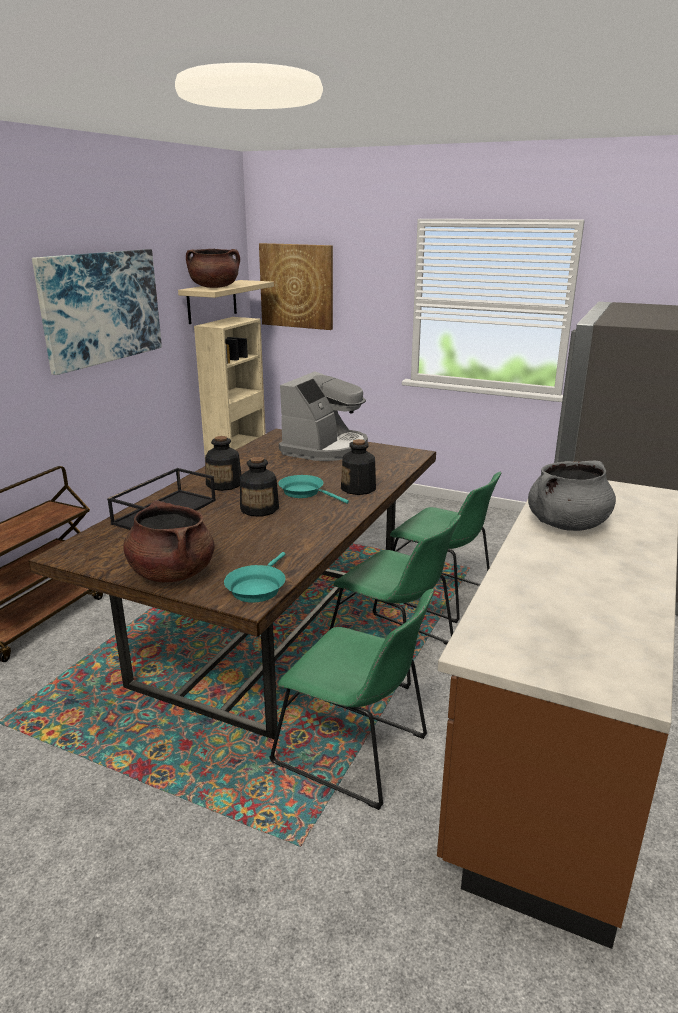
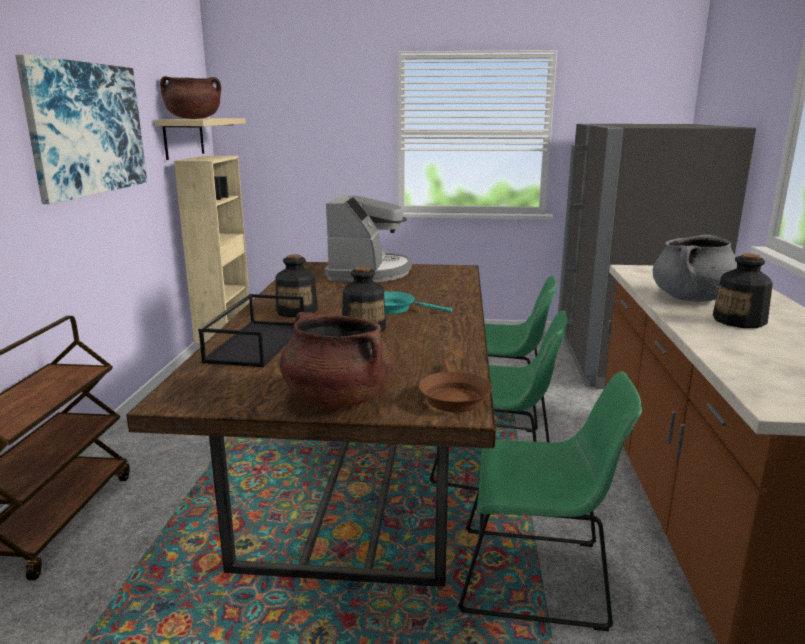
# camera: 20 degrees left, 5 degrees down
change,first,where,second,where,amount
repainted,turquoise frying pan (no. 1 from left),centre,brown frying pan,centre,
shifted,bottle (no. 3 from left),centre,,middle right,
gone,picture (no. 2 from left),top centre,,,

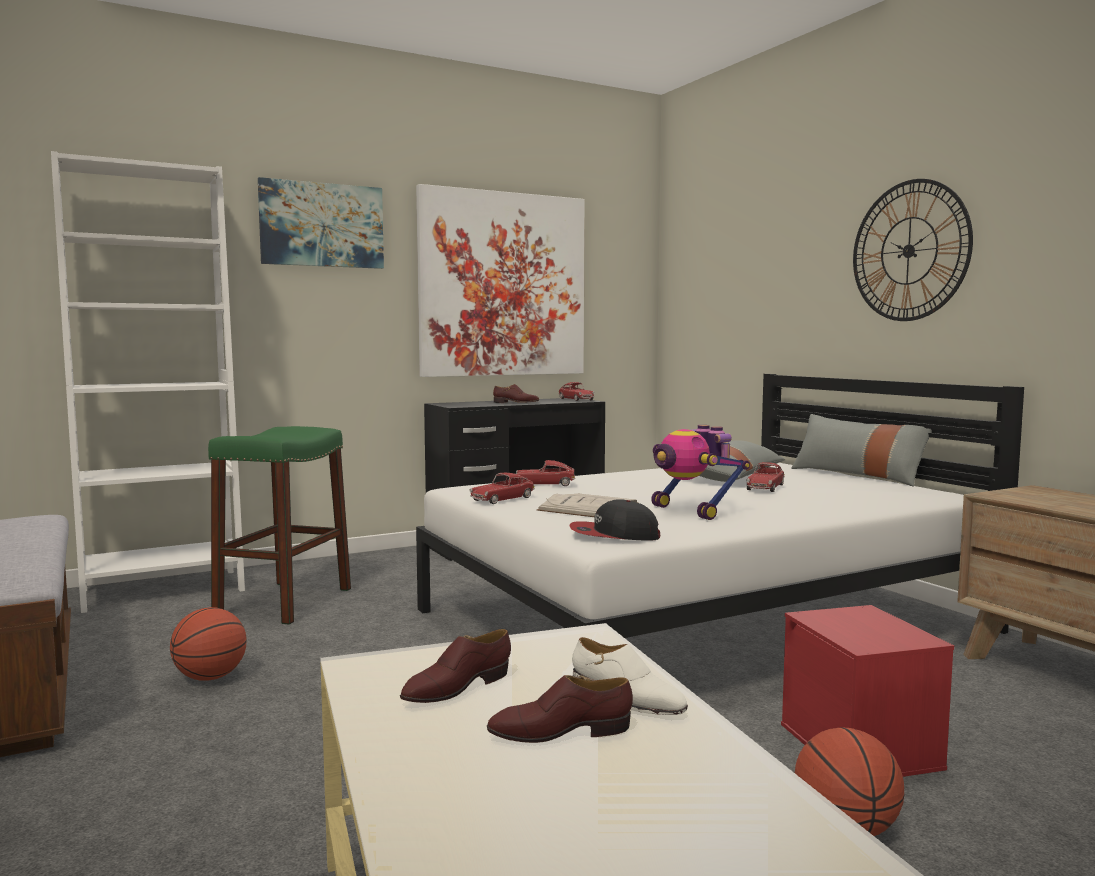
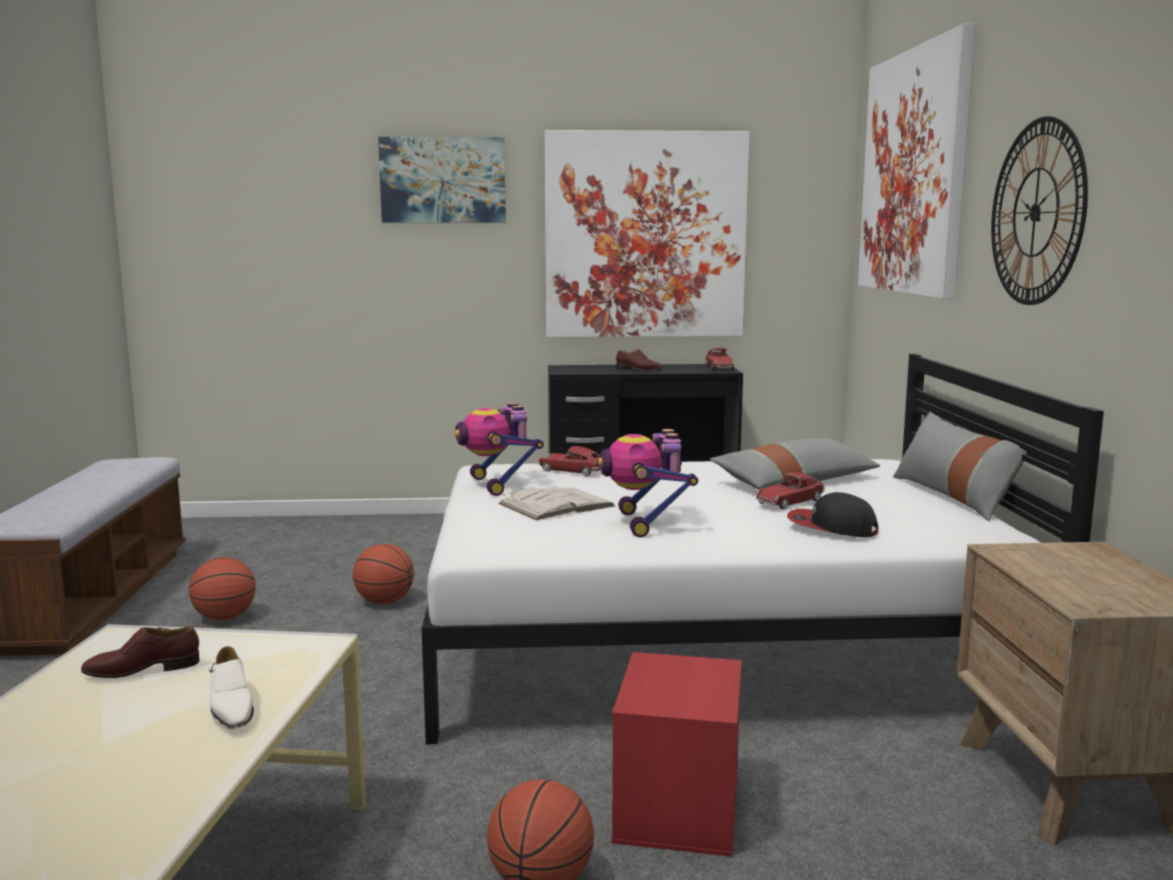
# camera: 25 degrees right, 5 degrees up
change,first,where,second,where,amount
new,,,basketball (no. 2 from left),middle left,
swapped,toy car (no. 1 from left),centre,toy robot (no. 1 from left),centre,
shifted,cap,centre,,middle right,
new,,,picture (no. 3 from left),top right,
gone,white bookcase,middle left,,,
gone,green stool,middle left,,,
gone,brown shoe (no. 3 from left),bottom centre,,,

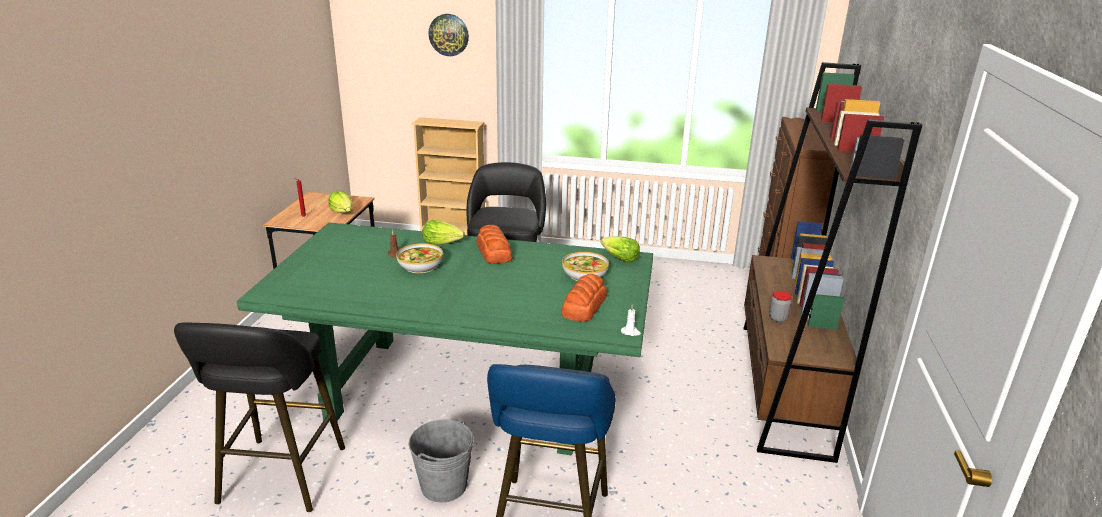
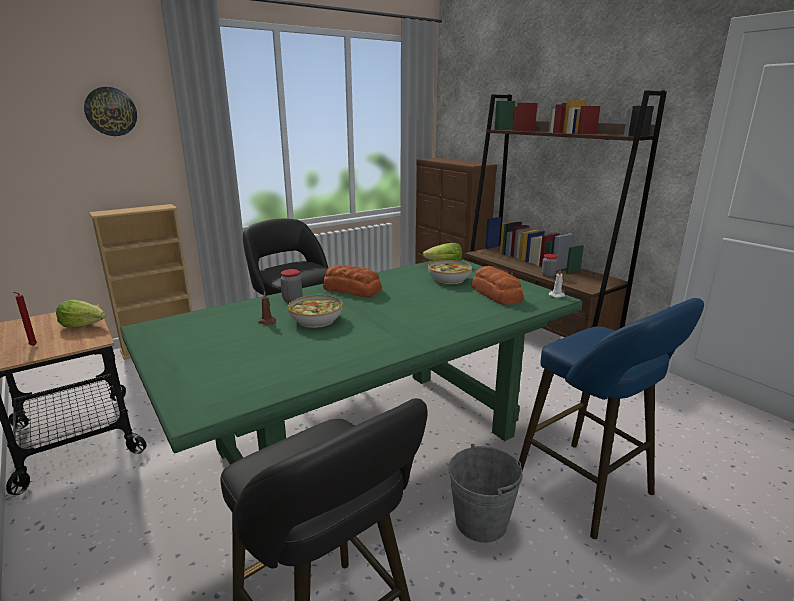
# camera: 45 degrees left, 5 degrees down
change,first,where,second,where,amount
swapped,lettuce (no. 2 from left),centre,jar (no. 1 from left),centre,

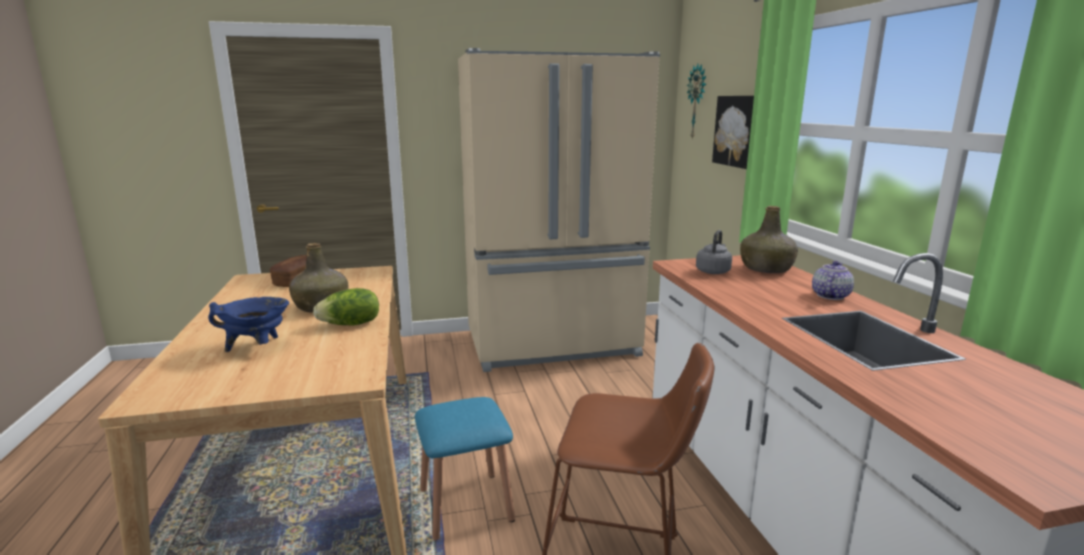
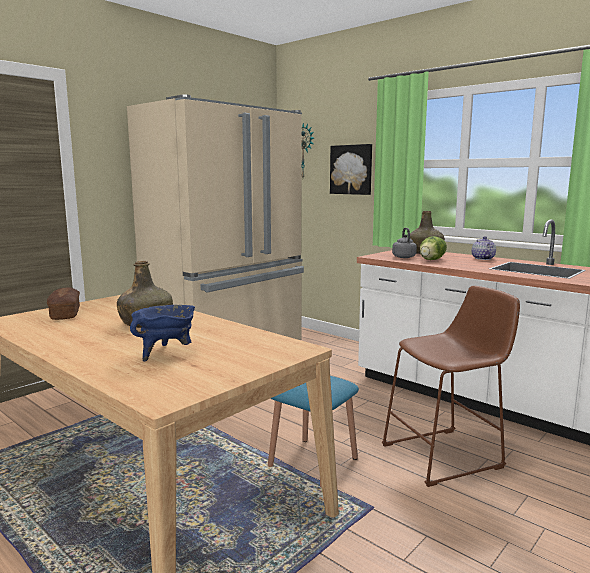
# camera: 35 degrees left, 5 degrees down
change,first,where,second,where,amount
shifted,lettuce,middle left,,middle right,

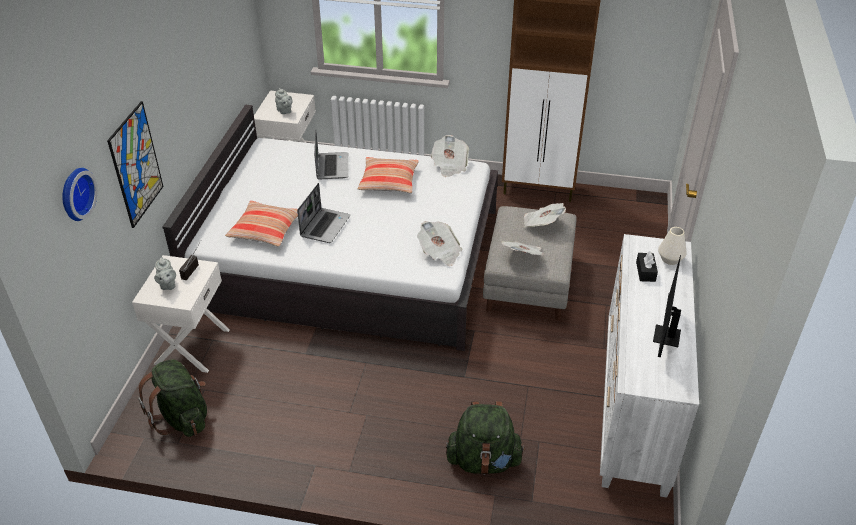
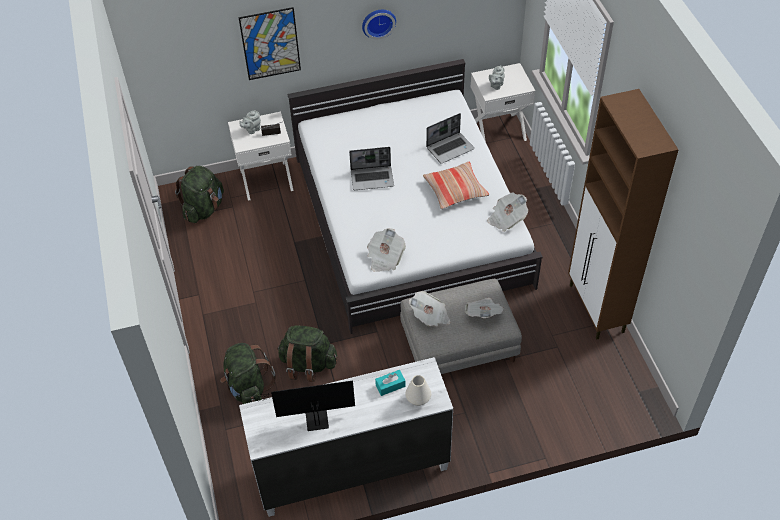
# camera: 65 degrees right, 10 degrees up
change,first,where,second,where,amount
new,,,green backpack (no. 3 from left),bottom centre,
shifted,wall clock,middle left,,top centre,
repainted,black tissue box,middle right,turquoise tissue box,bottom centre,
gone,pillow (no. 1 from left),middle left,,,

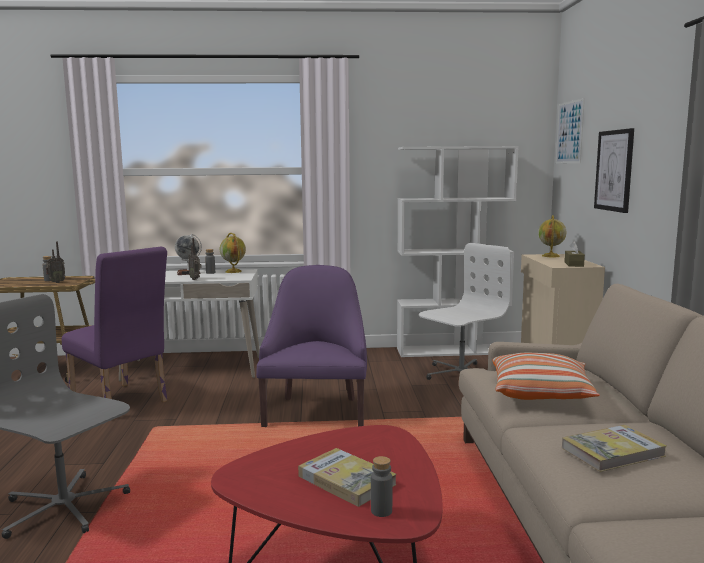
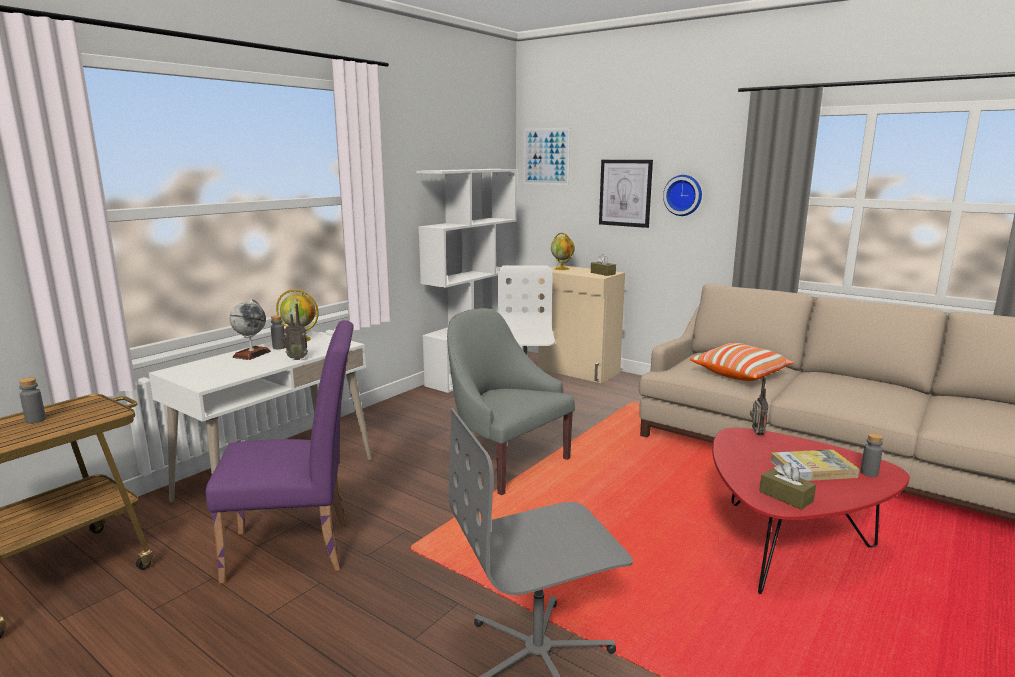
# camera: 50 degrees left, 5 degrees up
change,first,where,second,where,amount
repainted,purple armchair,centre,grey armchair,centre,
new,,,wall clock,top right,
shifted,radio (no. 1 from left in the first image),middle left,radio (no. 2 from left),middle right,
new,,,brown tissue box (no. 2 from left),bottom right,
gone,book (no. 2 from left),bottom right,,,

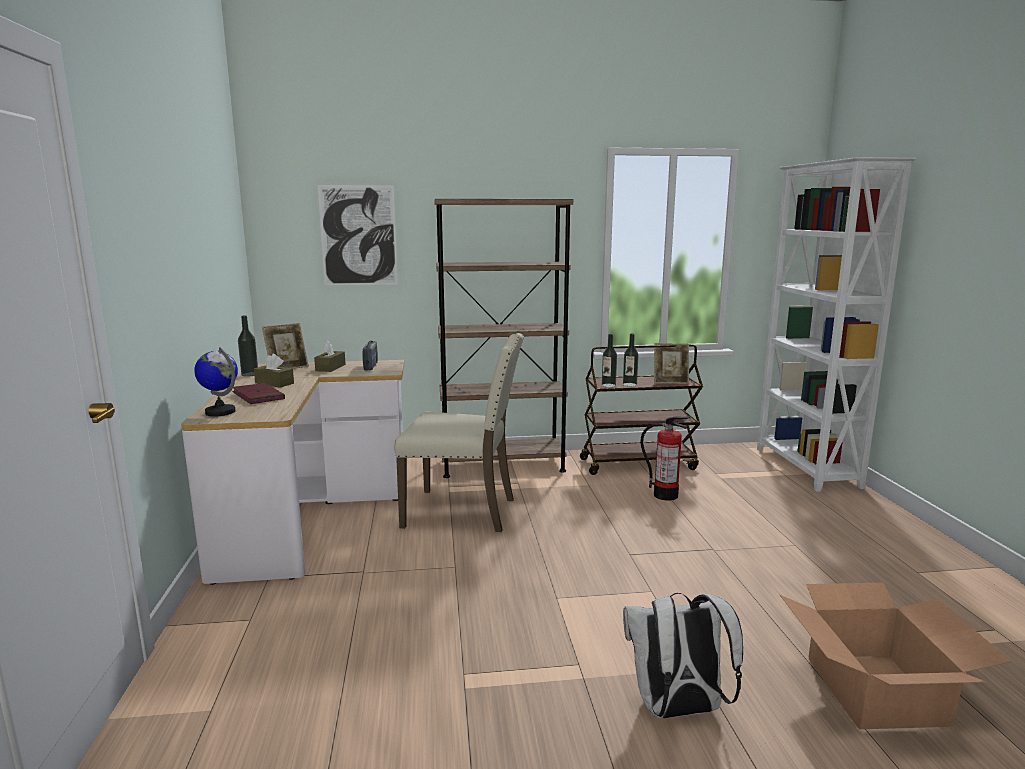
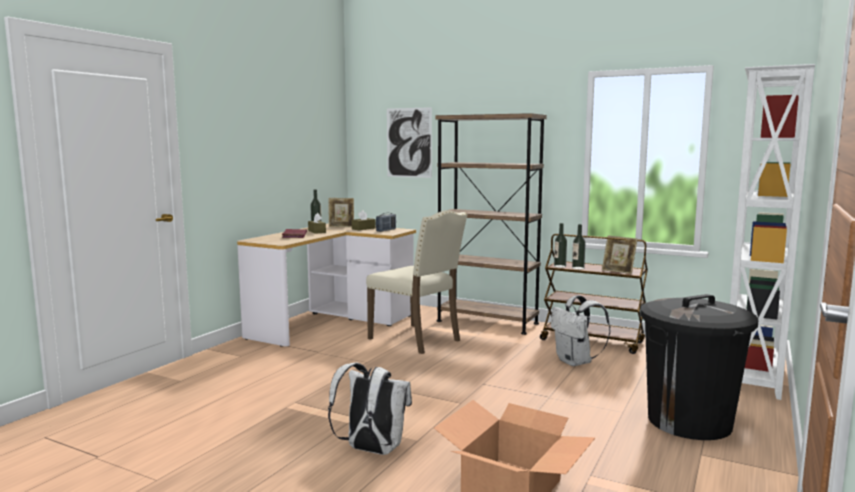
# camera: 35 degrees right, 5 degrees down
change,first,where,second,where,amount
swapped,fire extinguisher,centre,white backpack (no. 2 from left),bottom right,
new,,,black trash can,bottom right,
gone,globe,middle left,,,

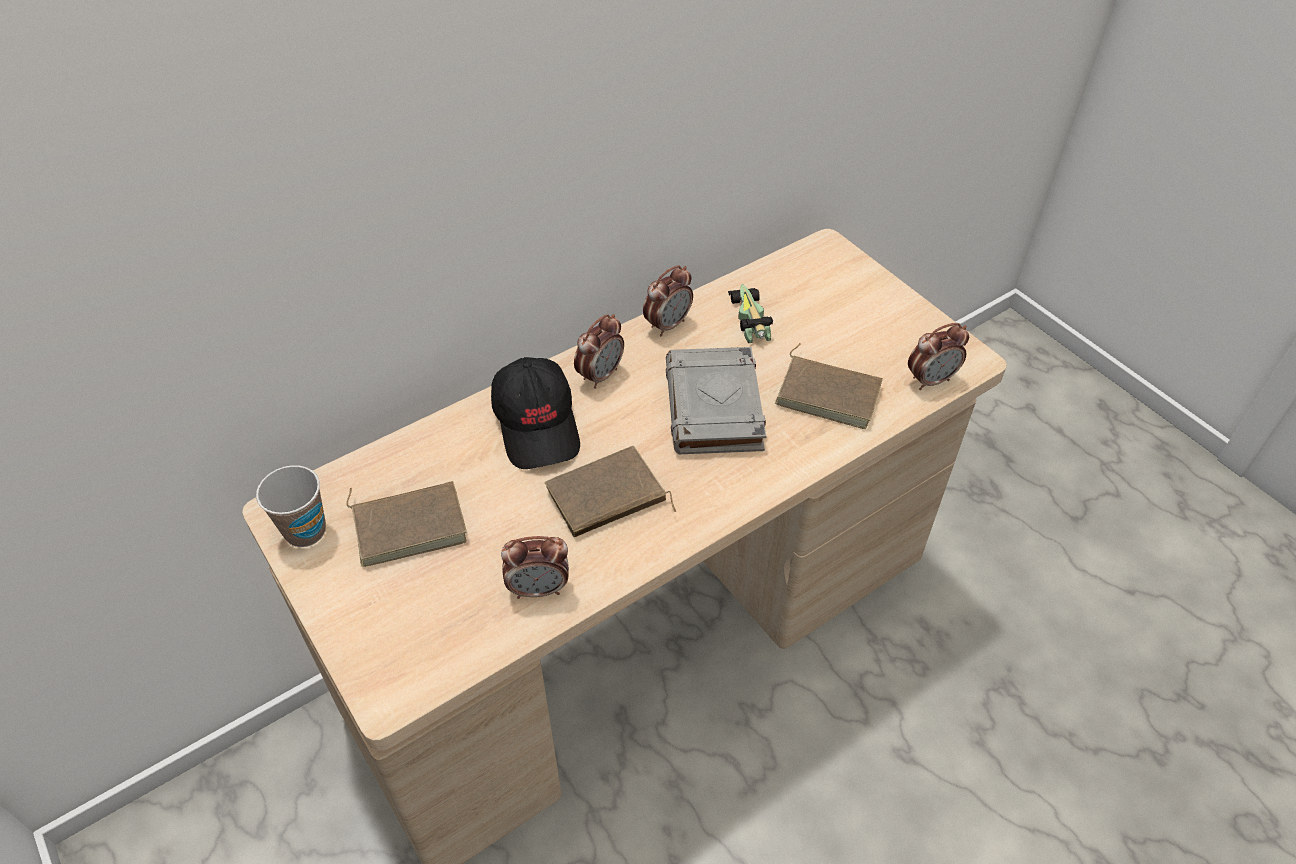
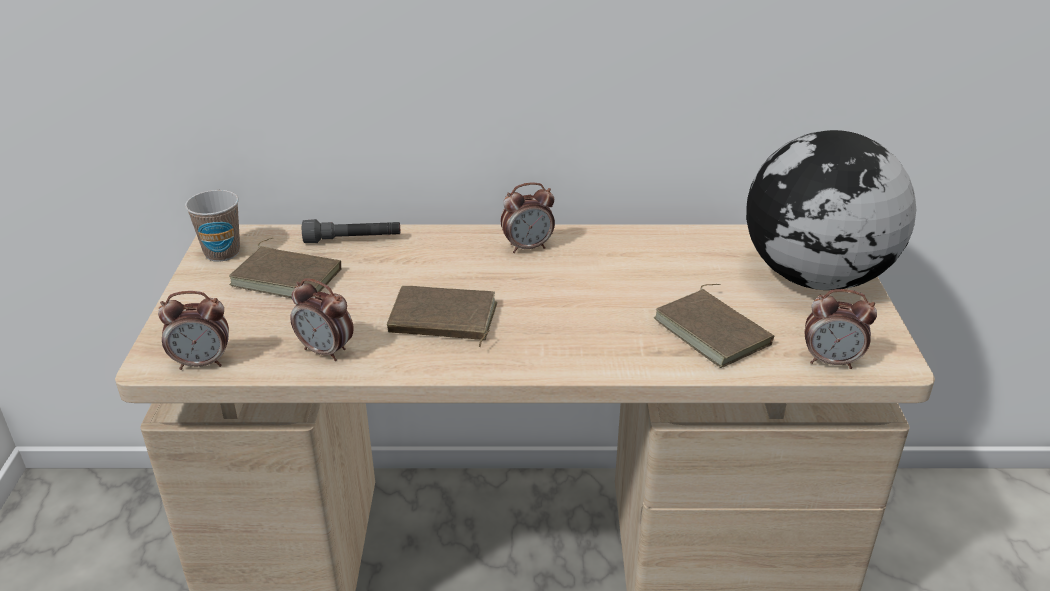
# camera: 35 degrees right, 15 degrees down
change,first,where,second,where,amount
shifted,alarm clock (no. 3 from left in the first image),centre,alarm clock (no. 1 from left),middle left,
new,,,grey flashlight,centre,
new,,,globe,middle right,
gone,black cap,centre,,,
gone,grey book,centre,,,
gone,toy car,centre,,,

